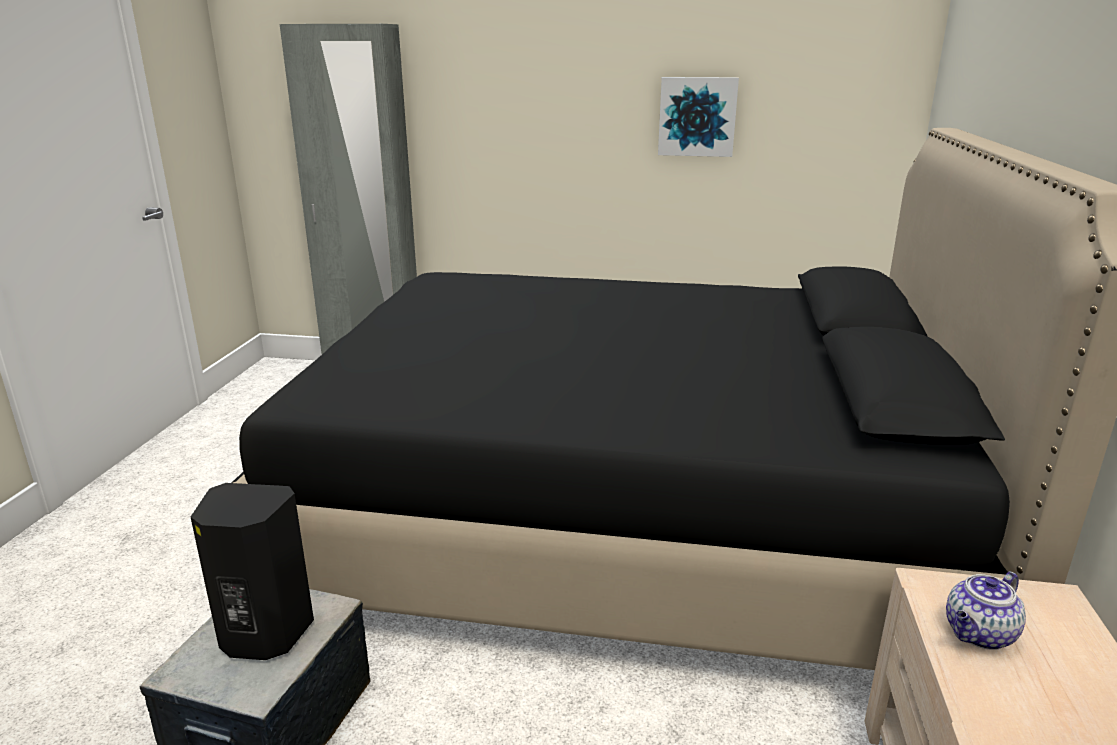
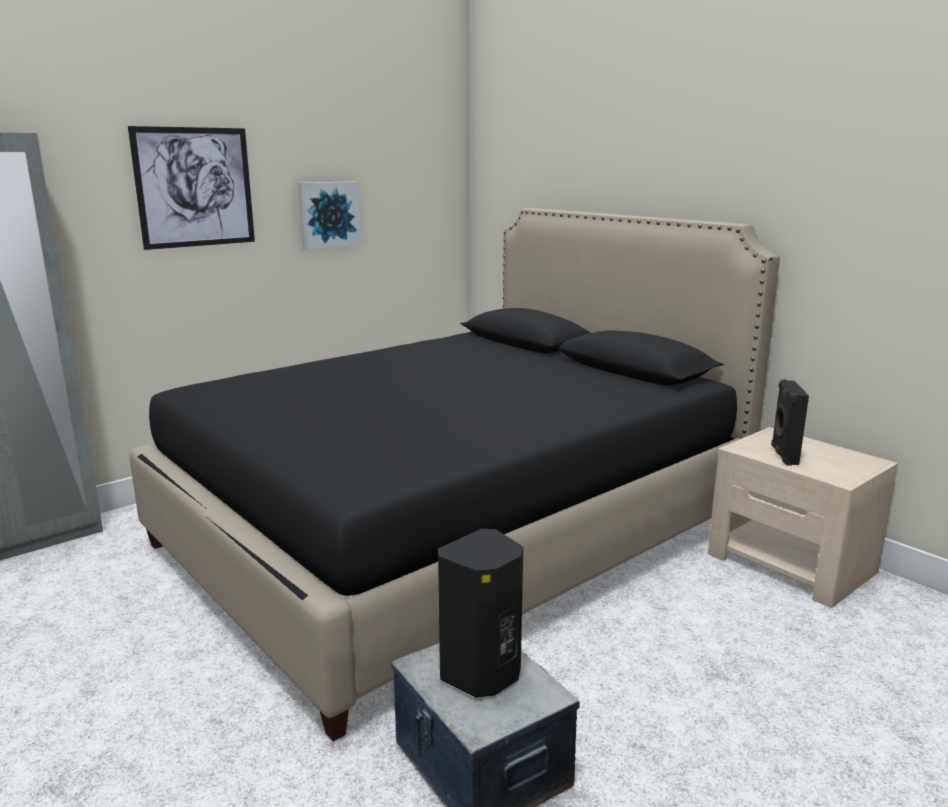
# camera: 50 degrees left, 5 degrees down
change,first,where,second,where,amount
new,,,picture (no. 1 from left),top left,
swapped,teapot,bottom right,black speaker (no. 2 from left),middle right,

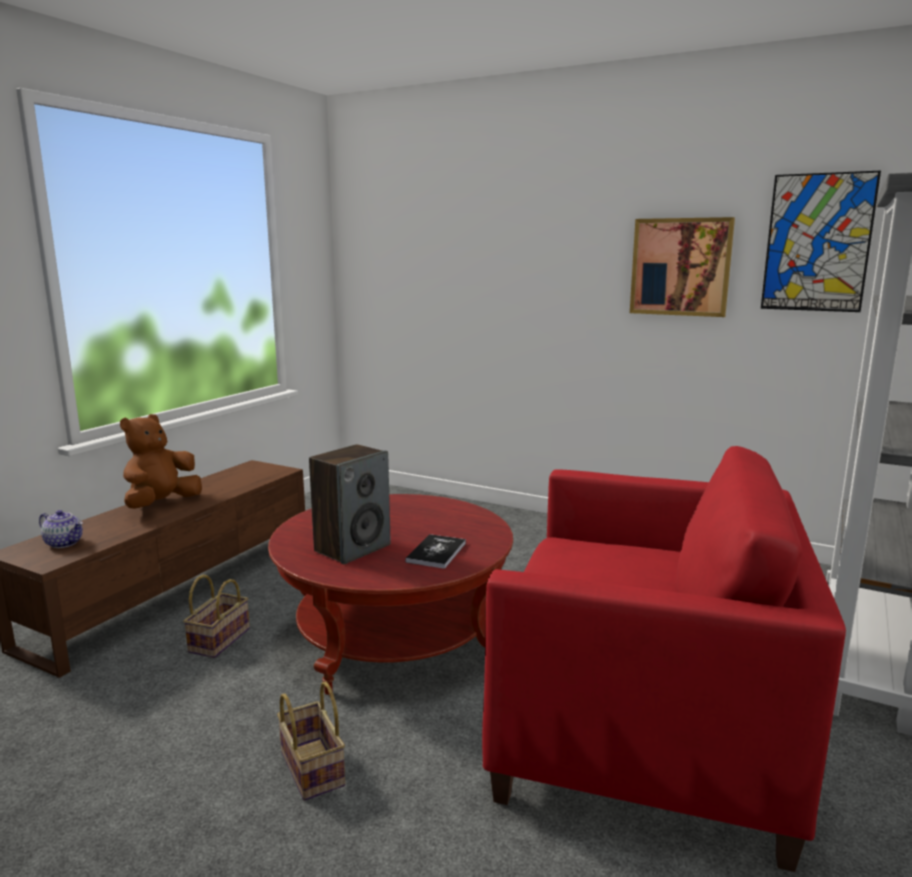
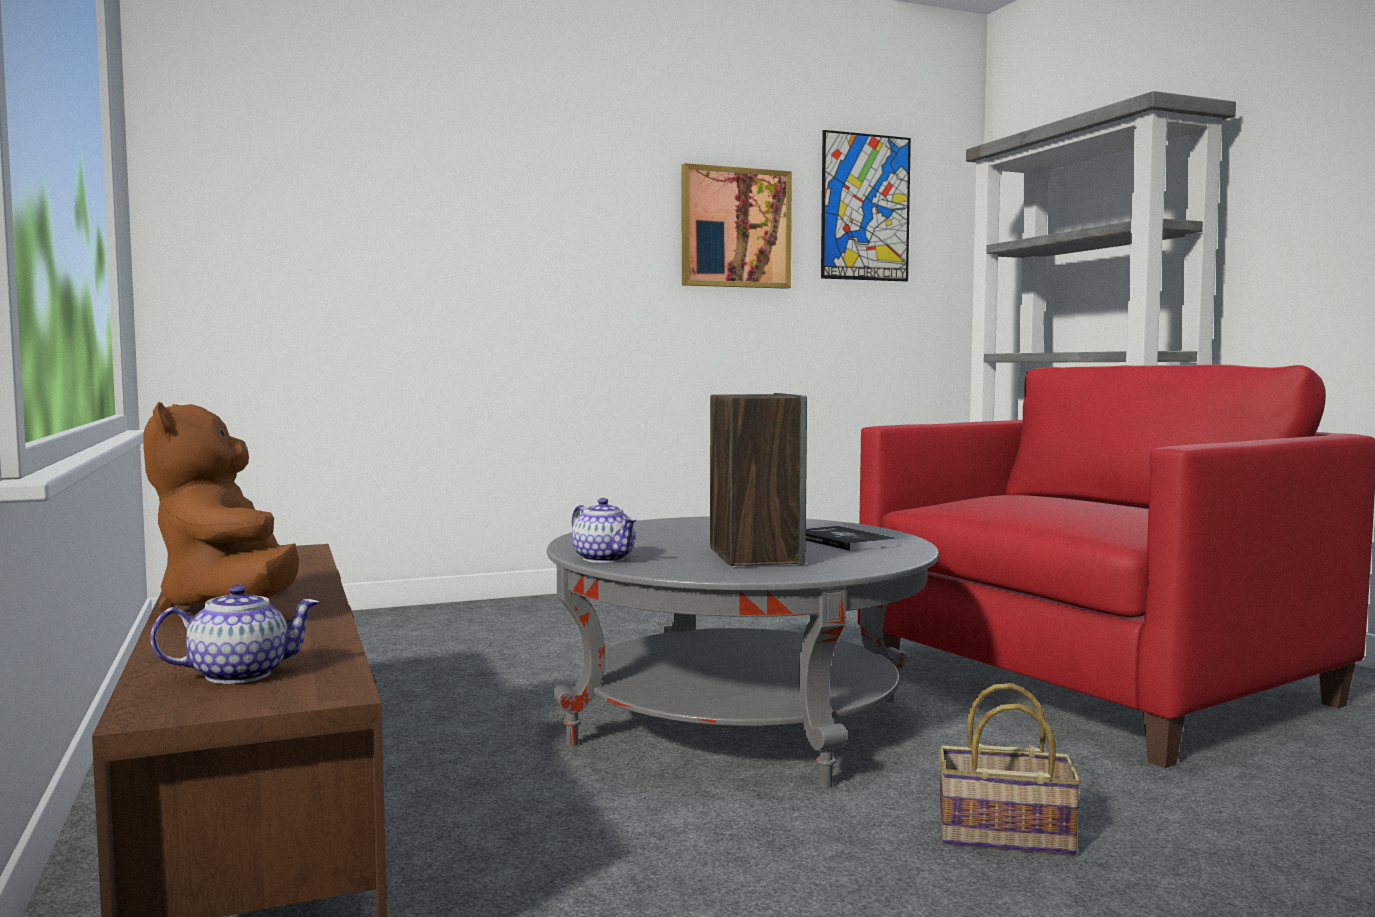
# camera: 50 degrees left, 10 degrees down
change,first,where,second,where,amount
repainted,red coffee table,bottom centre,grey coffee table,bottom centre,
new,,,teapot (no. 2 from left),centre,
gone,basket (no. 1 from left),bottom left,,,

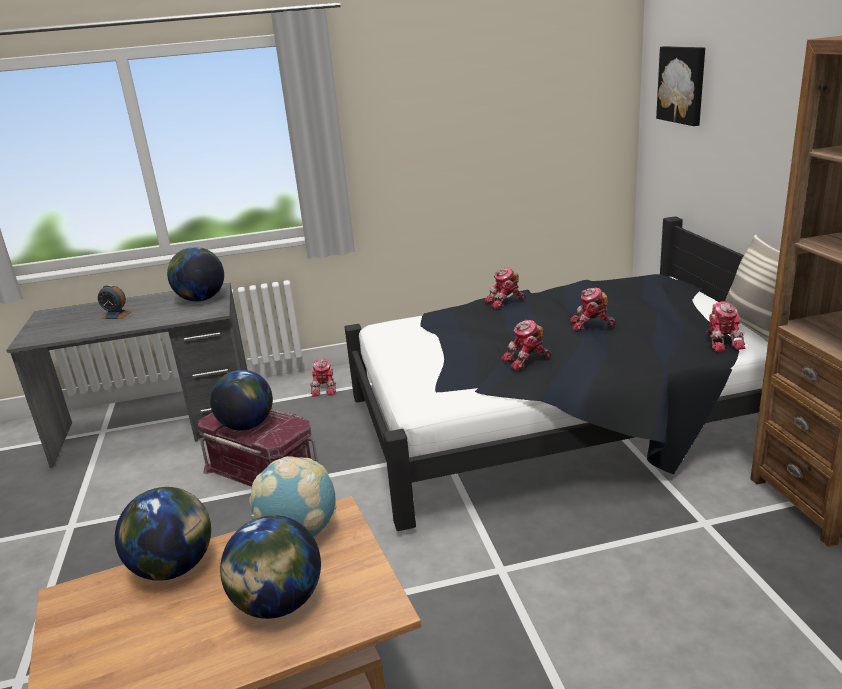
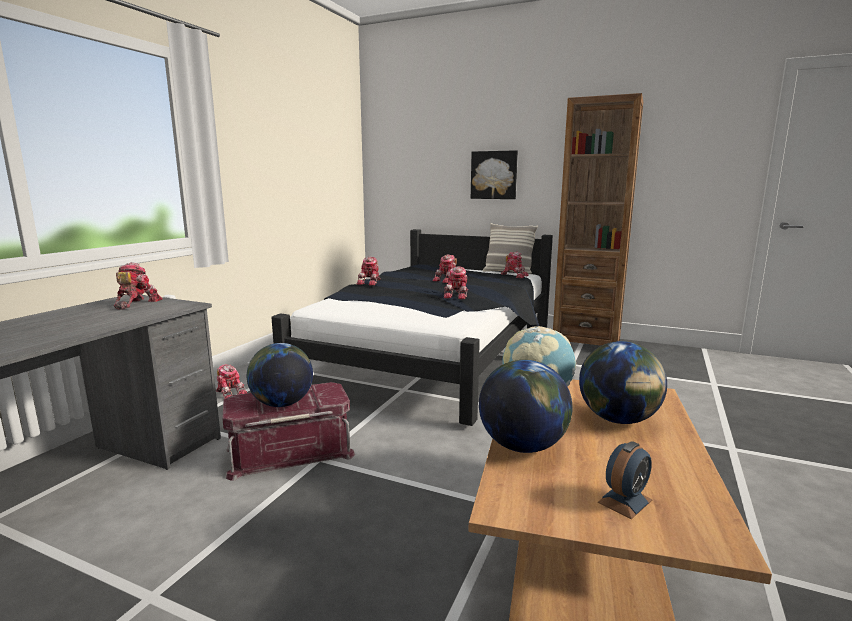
# camera: 55 degrees left, 10 degrees down
change,first,where,second,where,amount
swapped,globe (no. 2 from left),middle left,toy robot (no. 1 from left),middle left,
shifted,picture,top right,,top centre,
shifted,alarm clock,middle left,,bottom right,

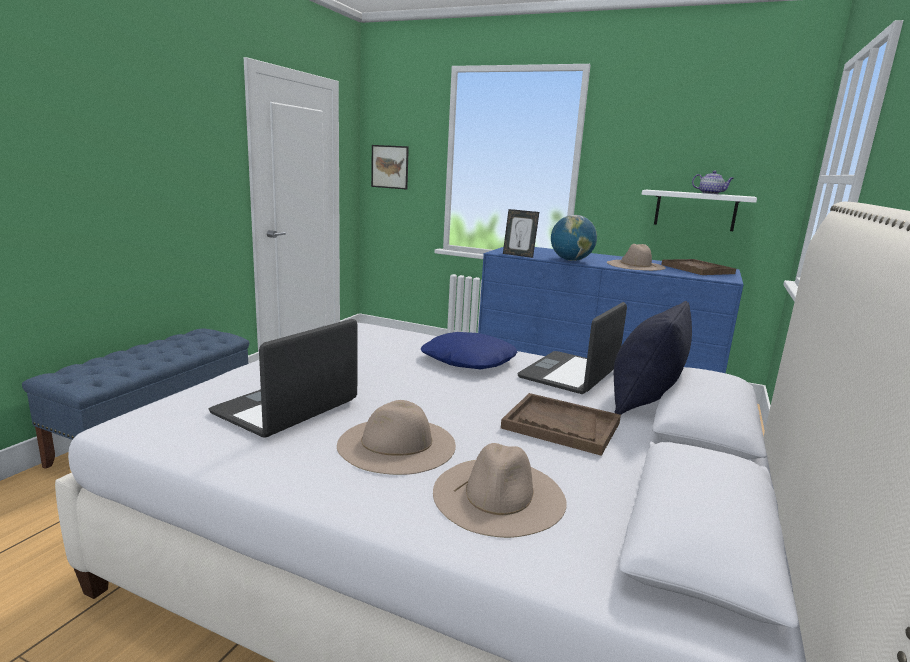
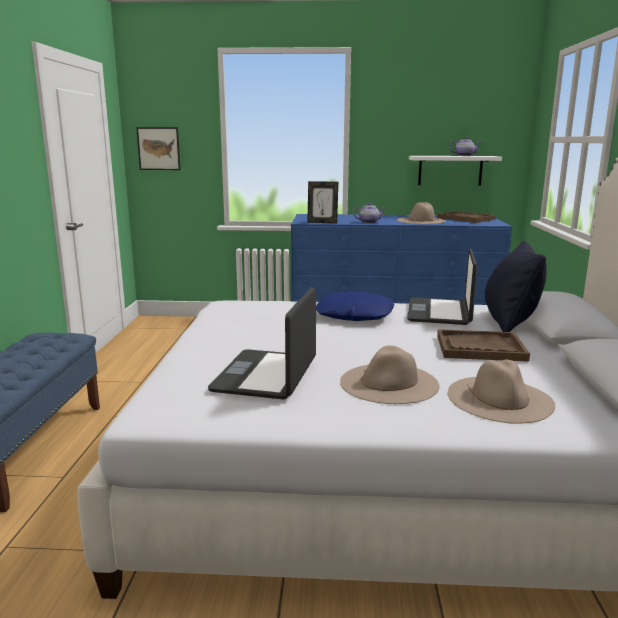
# camera: 20 degrees left, 0 degrees up
change,first,where,second,where,amount
swapped,globe,centre,teapot (no. 1 from left),centre,

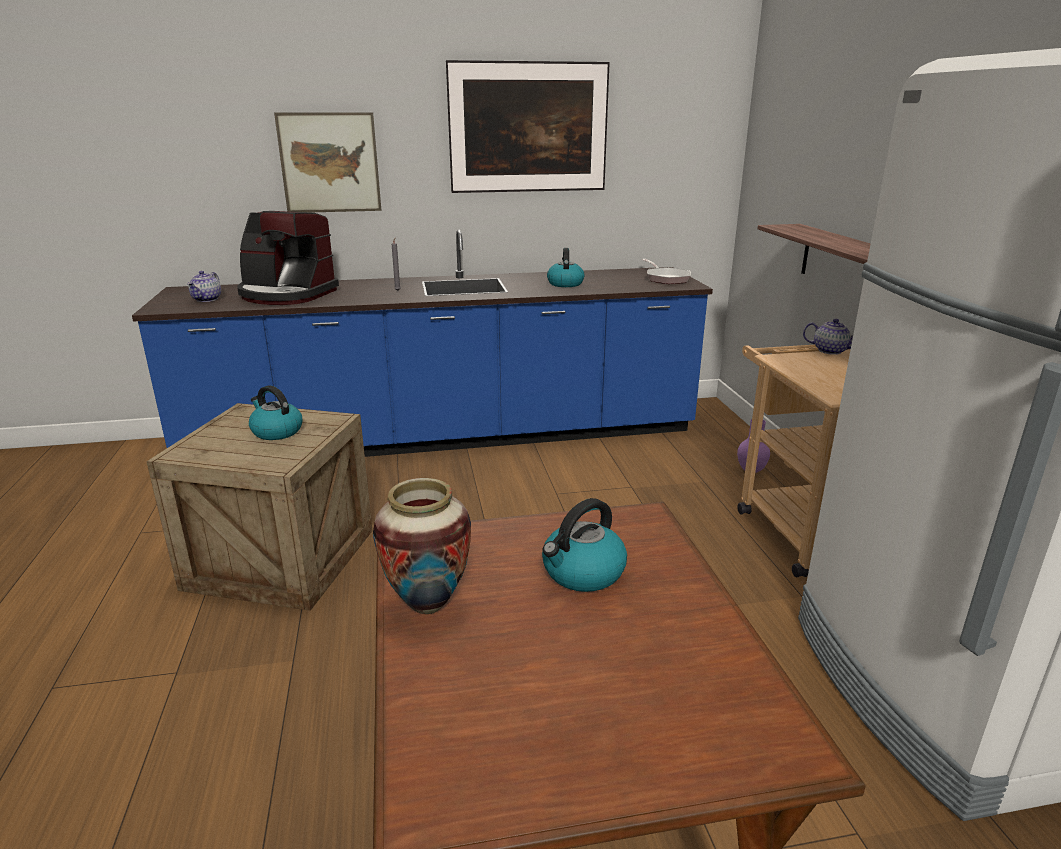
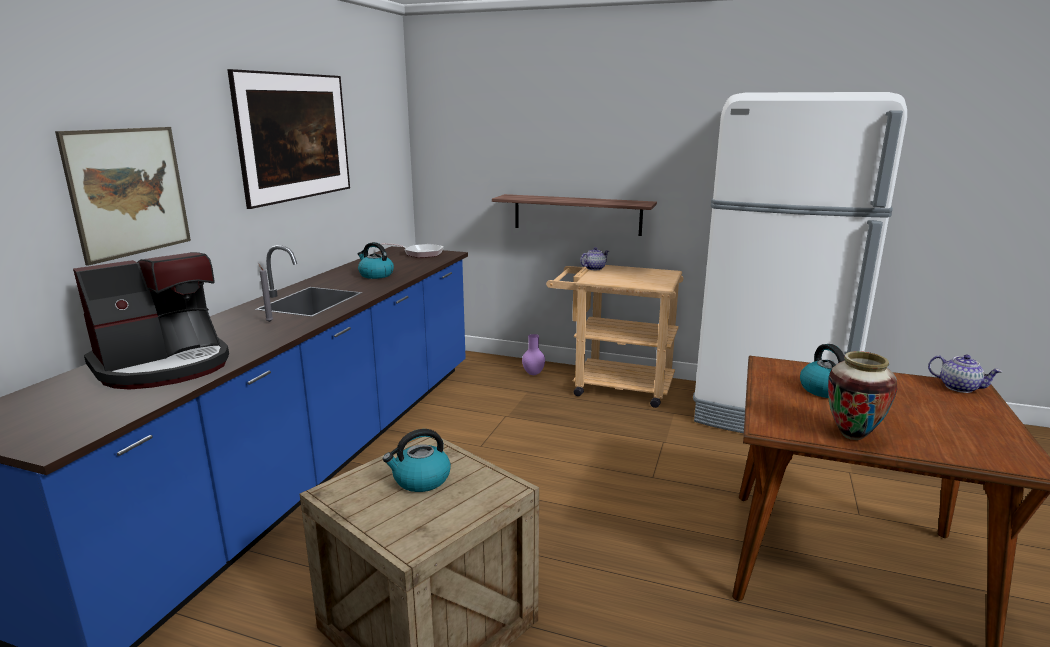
# camera: 60 degrees left, 5 degrees down
change,first,where,second,where,amount
shifted,teapot (no. 1 from left in the first image),middle left,teapot (no. 2 from left),middle right,

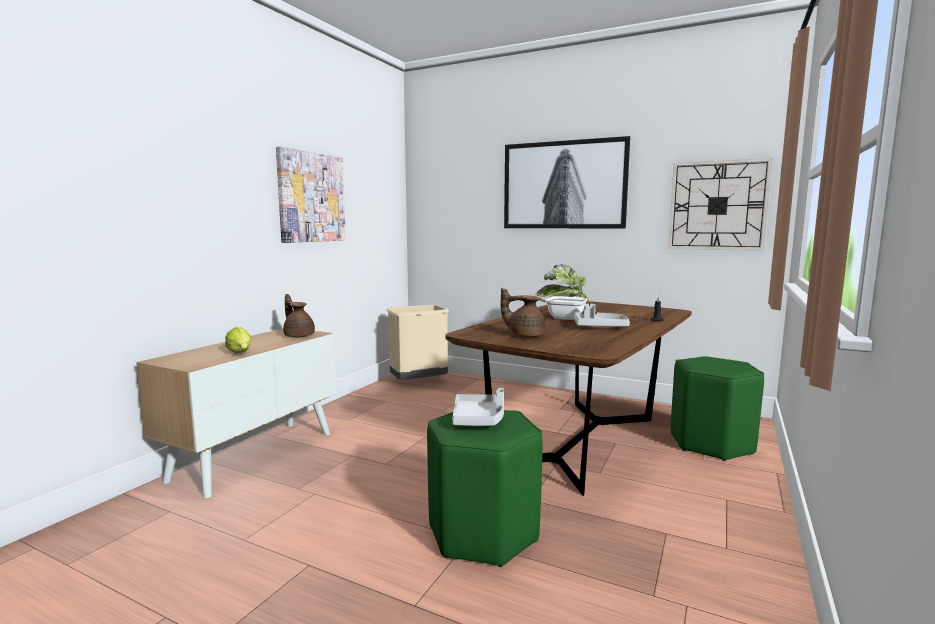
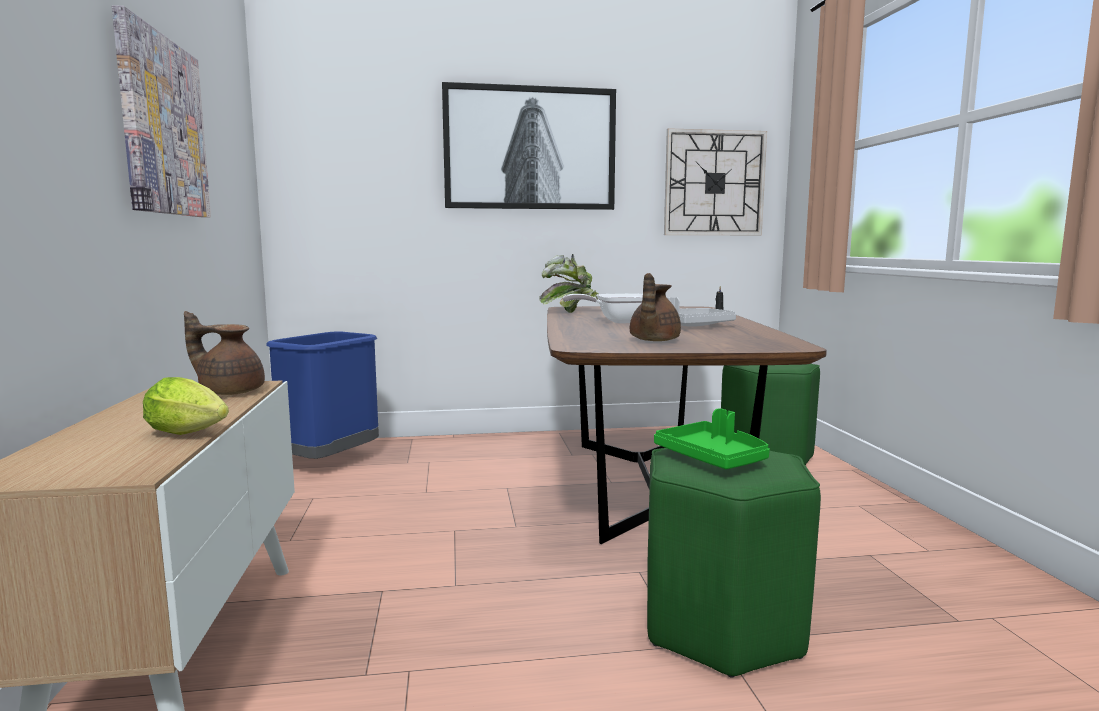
# camera: 35 degrees left, 0 degrees up
change,first,where,second,where,amount
repainted,beige trash can,centre,blue trash can,middle left,
rotated,brown teapot (no. 2 from left),centre,,centre,45 degrees counterclockwise
repainted,grey tray (no. 1 from left),centre,green tray,centre,

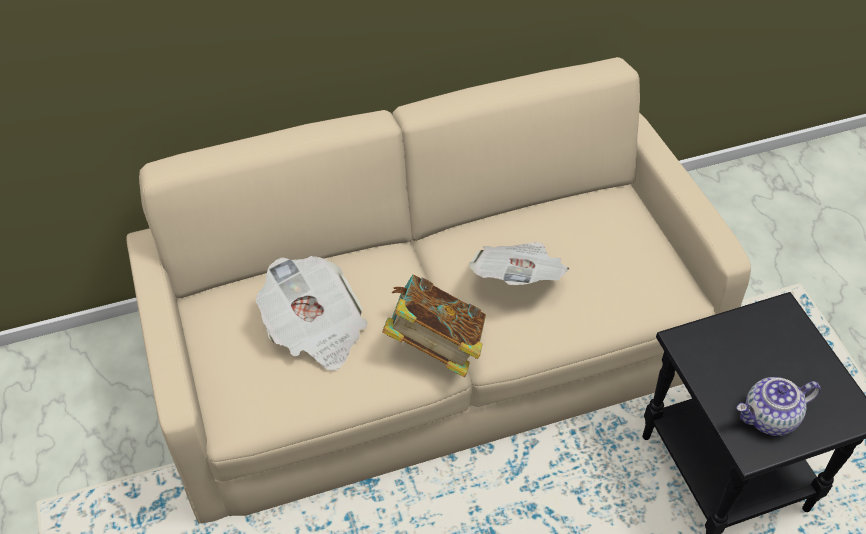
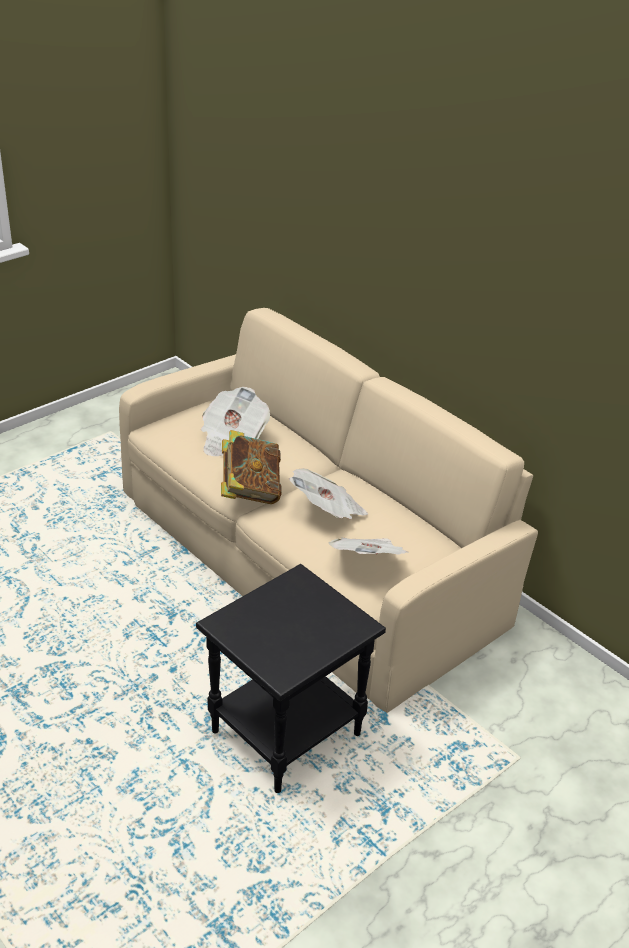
# camera: 65 degrees right, 15 degrees down
change,first,where,second,where,amount
new,,,newspaper (no. 3 from left),centre,
gone,teapot,bottom right,,,

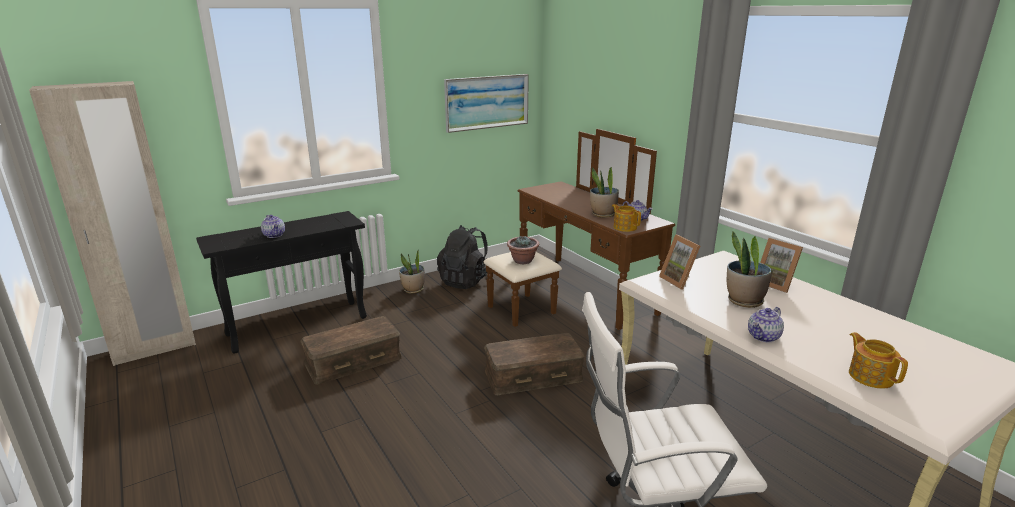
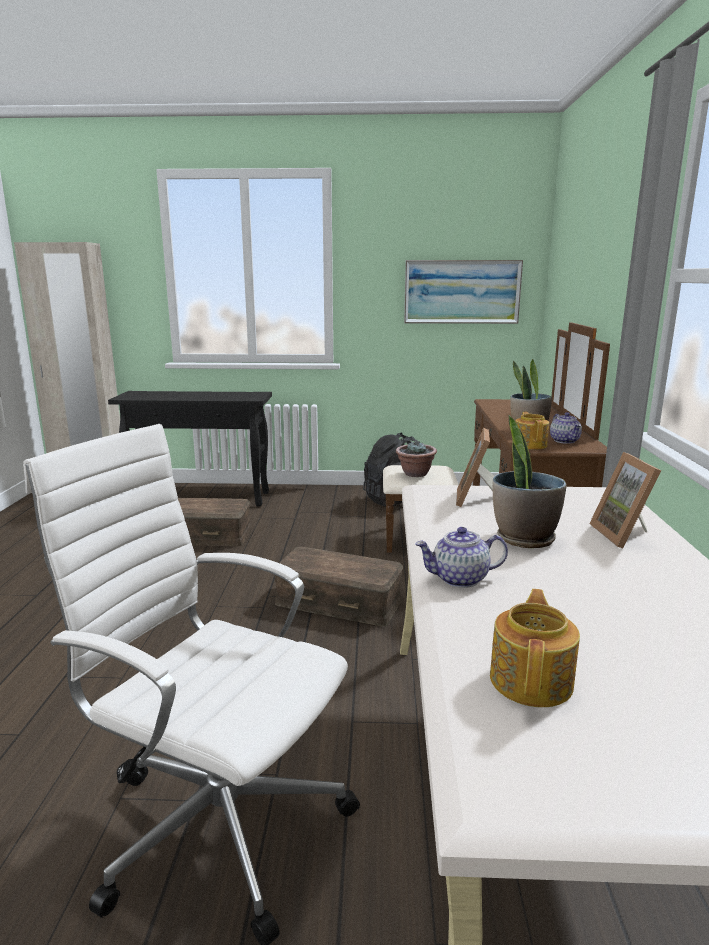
# camera: 35 degrees right, 5 degrees down
change,first,where,second,where,amount
gone,teapot (no. 1 from left),middle left,,,
gone,potted plant (no. 1 from left),centre,,,

